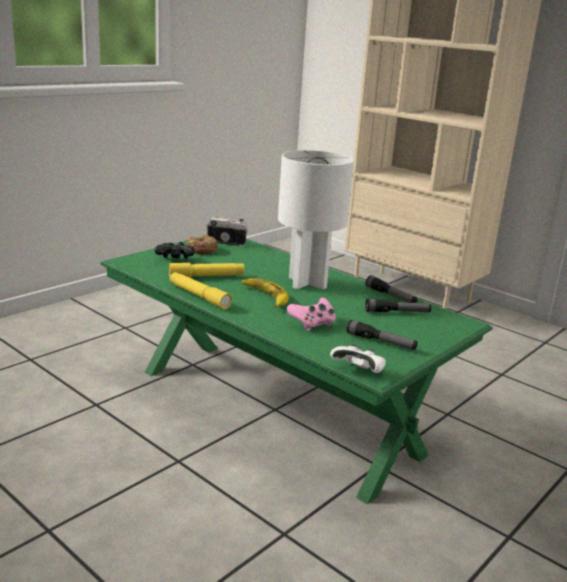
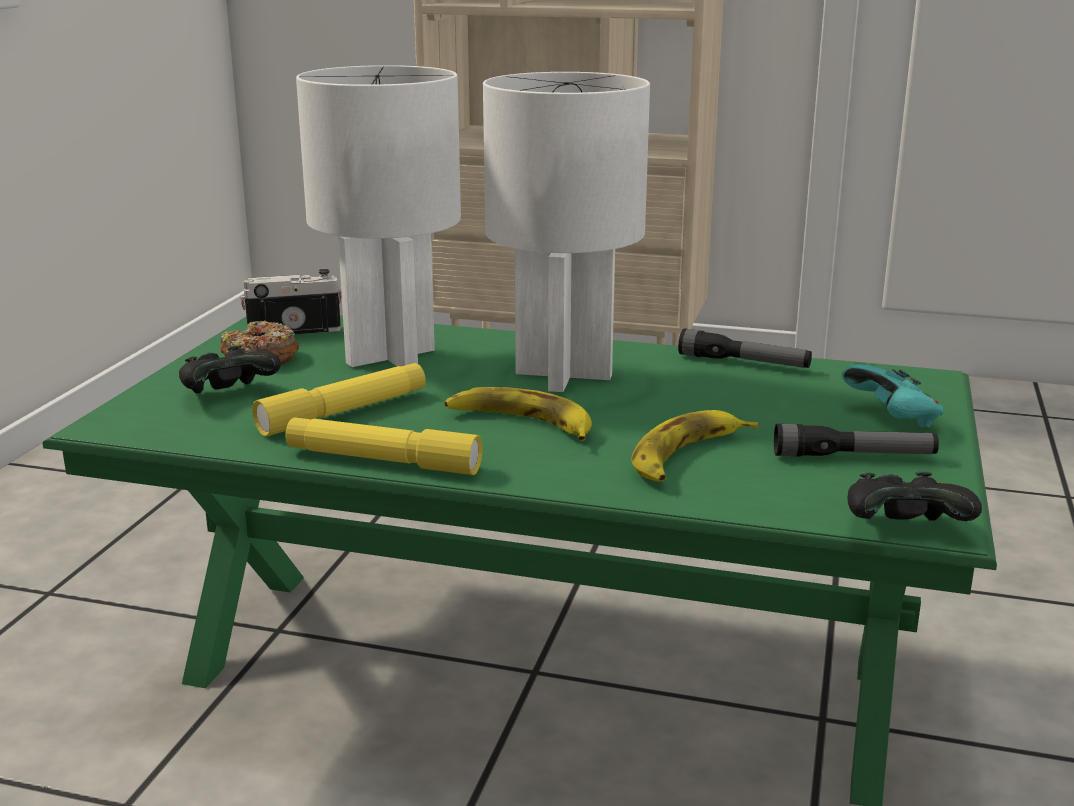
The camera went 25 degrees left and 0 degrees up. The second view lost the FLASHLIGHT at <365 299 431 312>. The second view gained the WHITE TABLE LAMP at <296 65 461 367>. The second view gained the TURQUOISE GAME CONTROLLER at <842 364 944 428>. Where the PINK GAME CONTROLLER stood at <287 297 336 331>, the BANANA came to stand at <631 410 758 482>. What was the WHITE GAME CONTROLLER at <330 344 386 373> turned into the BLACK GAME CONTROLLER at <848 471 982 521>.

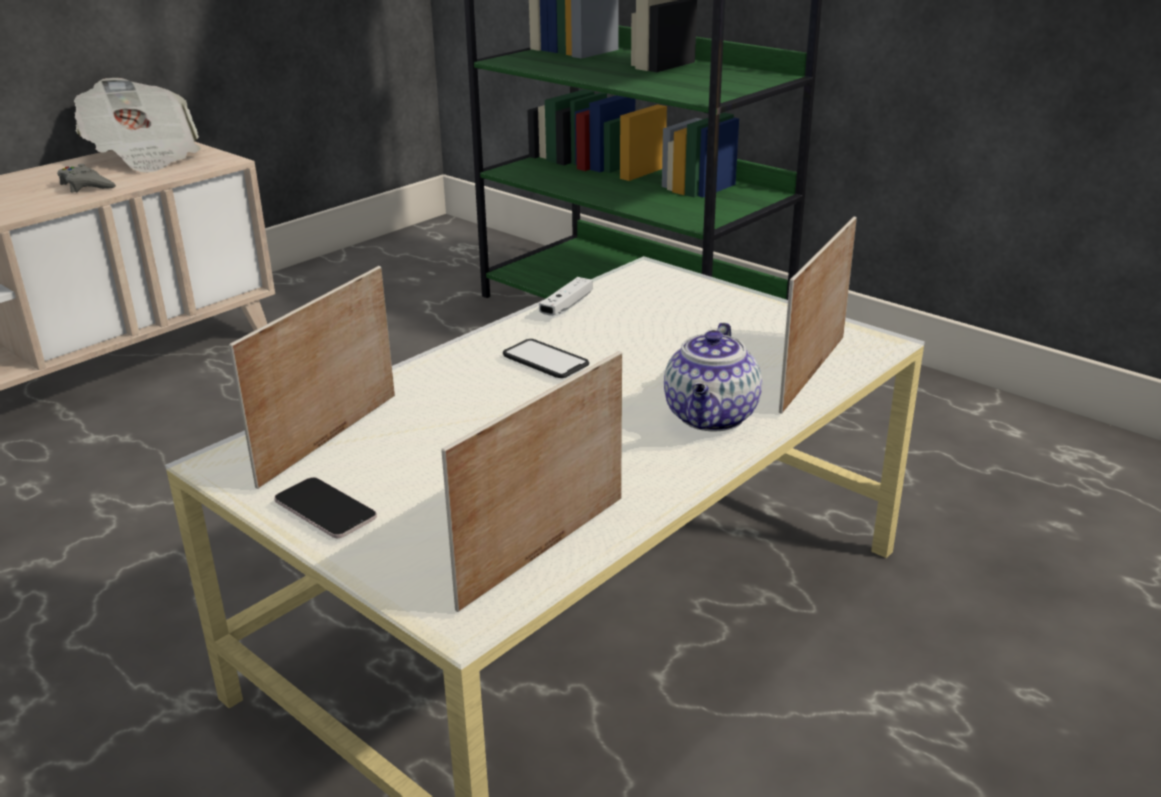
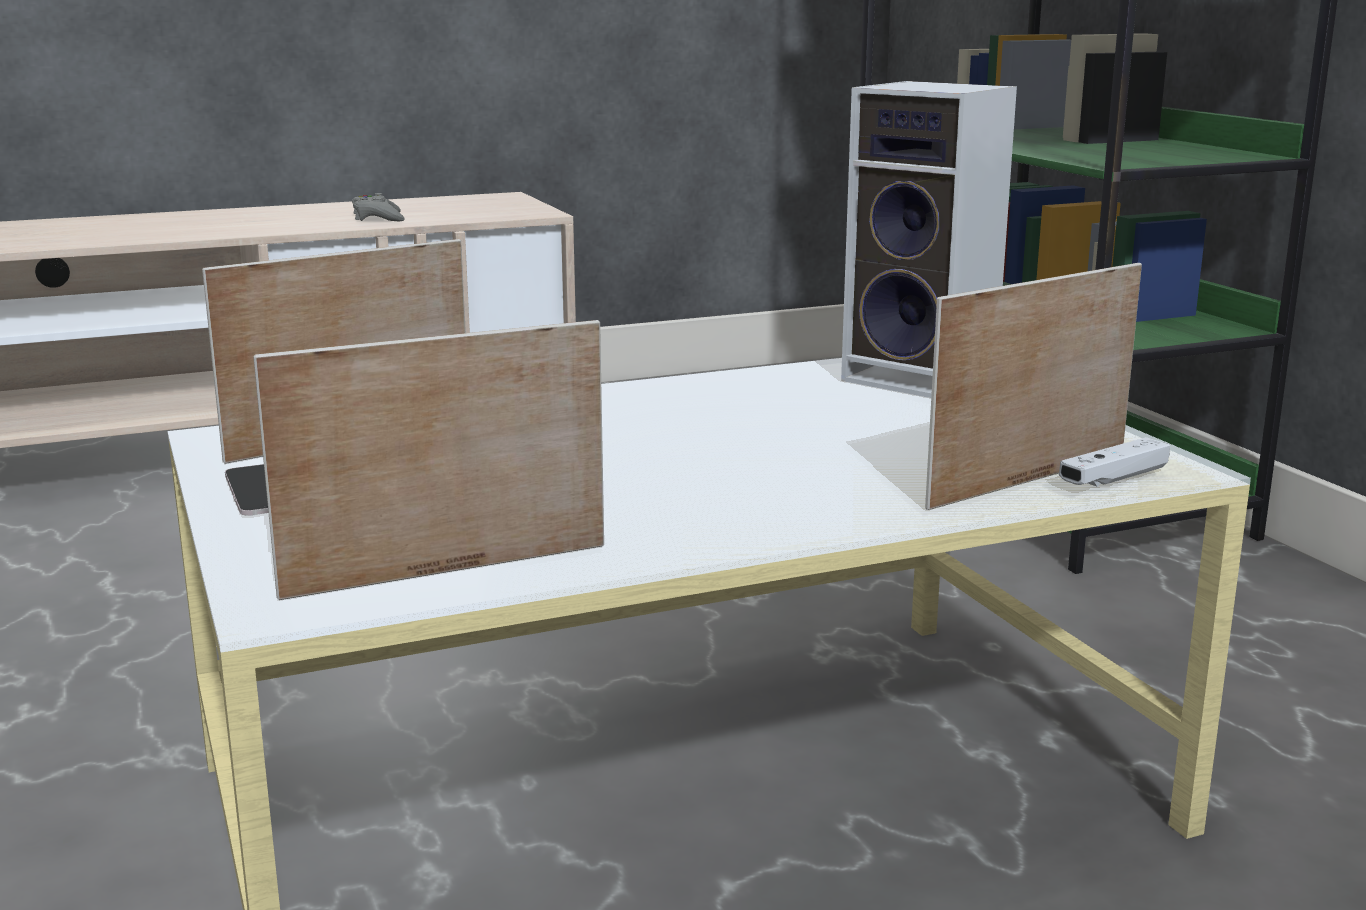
The camera went 25 degrees right and 10 degrees down. The second view lost the NEWSPAPER at <74 78 201 173>. The second view lost the PHONE at <503 339 589 378>. The second view lost the TEAPOT at <664 322 762 431>. The second view gained the SPEAKER at <841 81 1017 398>. The WHITE GAME CONTROLLER ended up elsewhere, having gone from <539 277 593 316> to <1059 437 1170 487>.

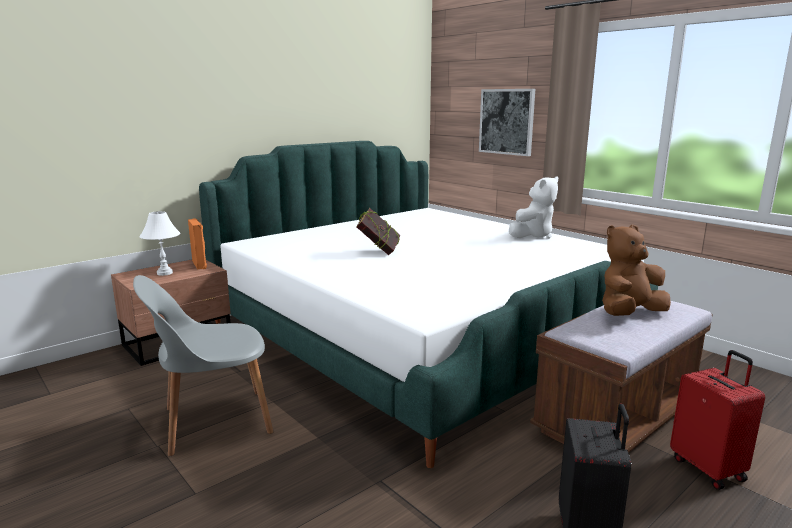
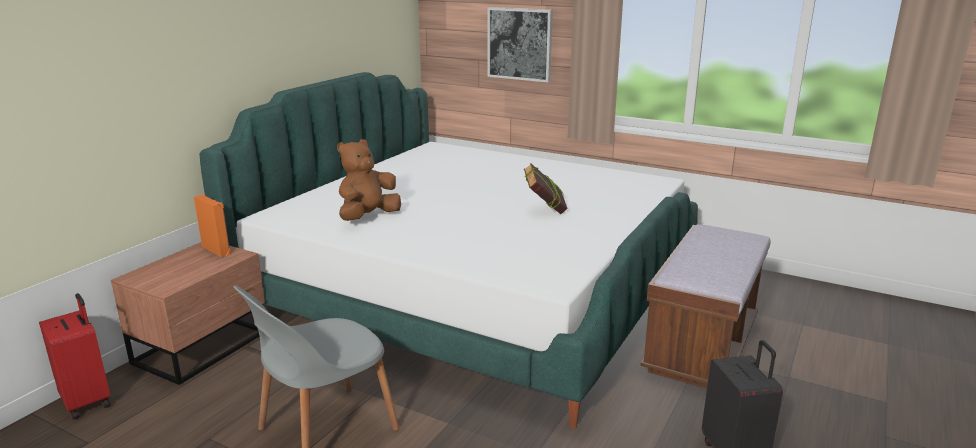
The camera went 20 degrees left and 5 degrees up. The second view lost the WHITE TABLE LAMP at <140 211 180 276>. The second view lost the WHITE PLUSH TOY at <509 176 558 239>. The BOOK ended up elsewhere, having gone from <356 208 401 255> to <524 163 568 214>. The BROWN PLUSH TOY ended up elsewhere, having gone from <602 224 671 316> to <337 139 401 221>. The RED SUITCASE ended up elsewhere, having gone from <670 350 765 490> to <39 293 111 420>.

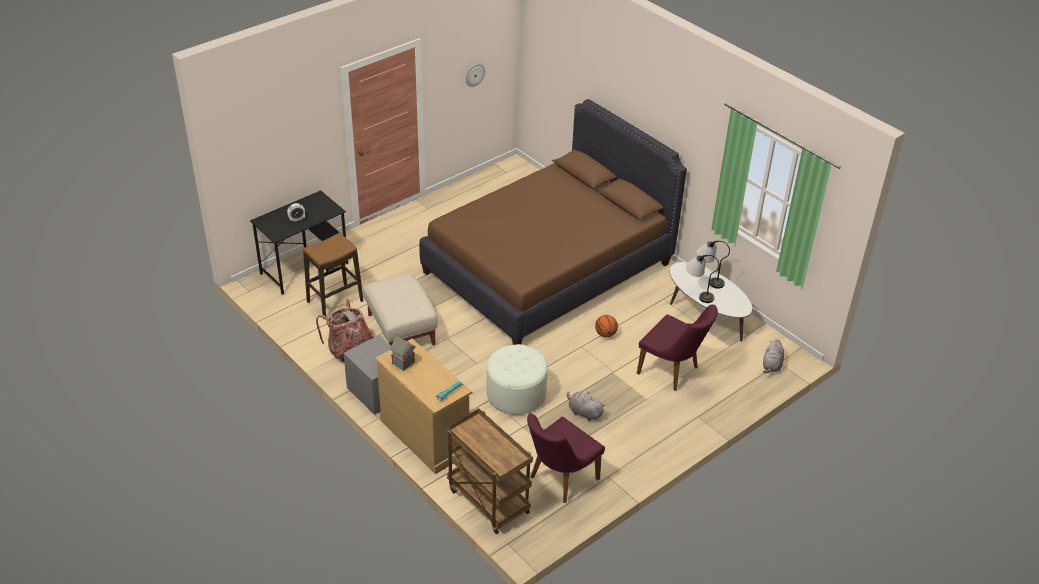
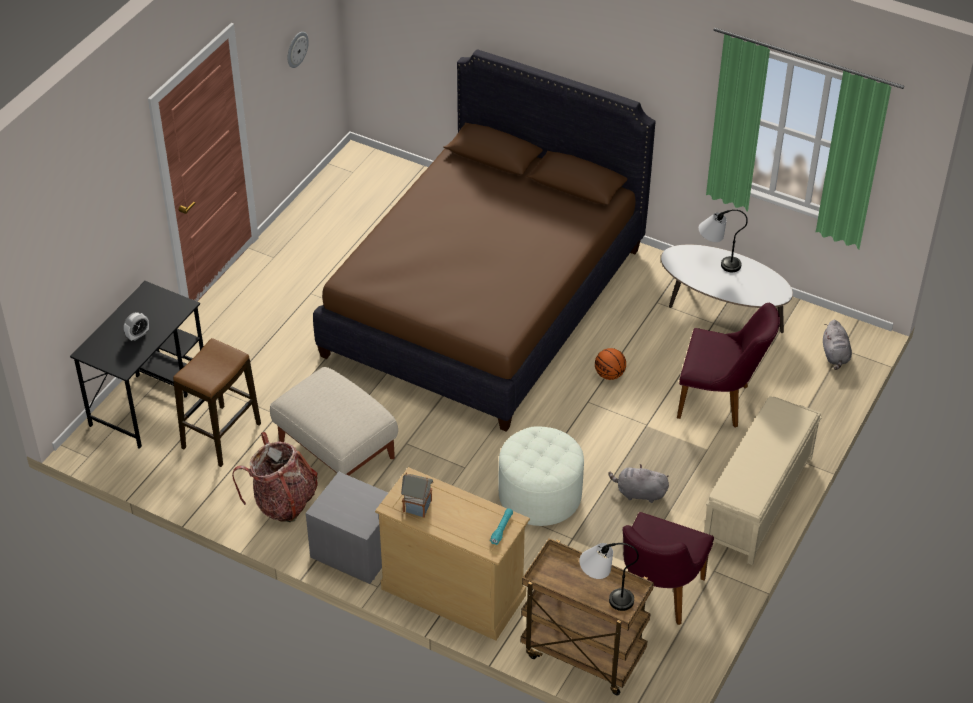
The camera went 20 degrees left and 5 degrees up. The second view gained the BEIGE BENCH at <704 396 822 565>. The TABLE LAMP ended up elsewhere, having gone from <686 255 719 303> to <579 543 639 611>.

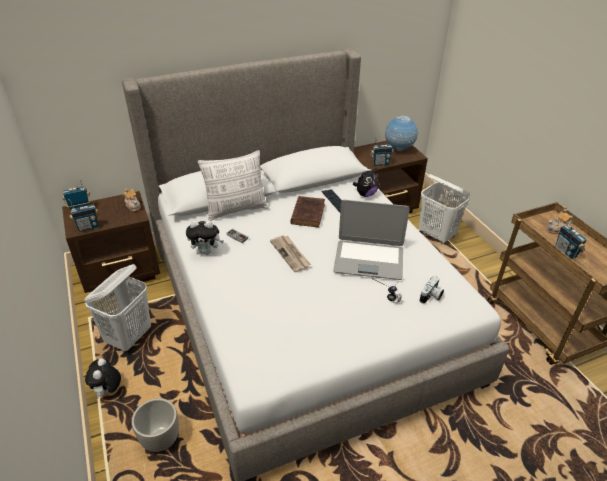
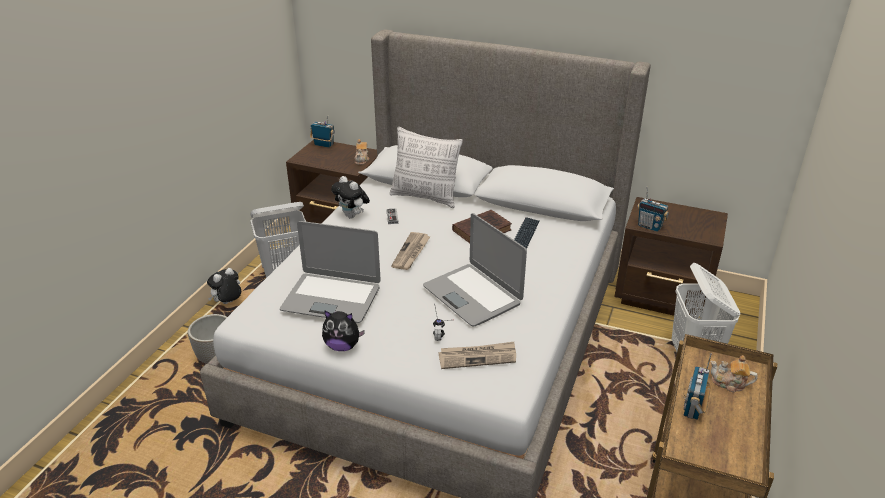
The camera went 45 degrees right and 5 degrees down. The second view lost the RADIO at <68 199 99 232>. The second view lost the GLOBE at <385 116 418 151>. The second view gained the LAPTOP at <280 221 381 323>. The PLUSH TOY ended up elsewhere, having gone from <353 169 379 197> to <322 310 365 351>. Where the PHOTO CAMERA stood at <420 276 444 304>, the NEWSPAPER came to stand at <439 342 516 369>.

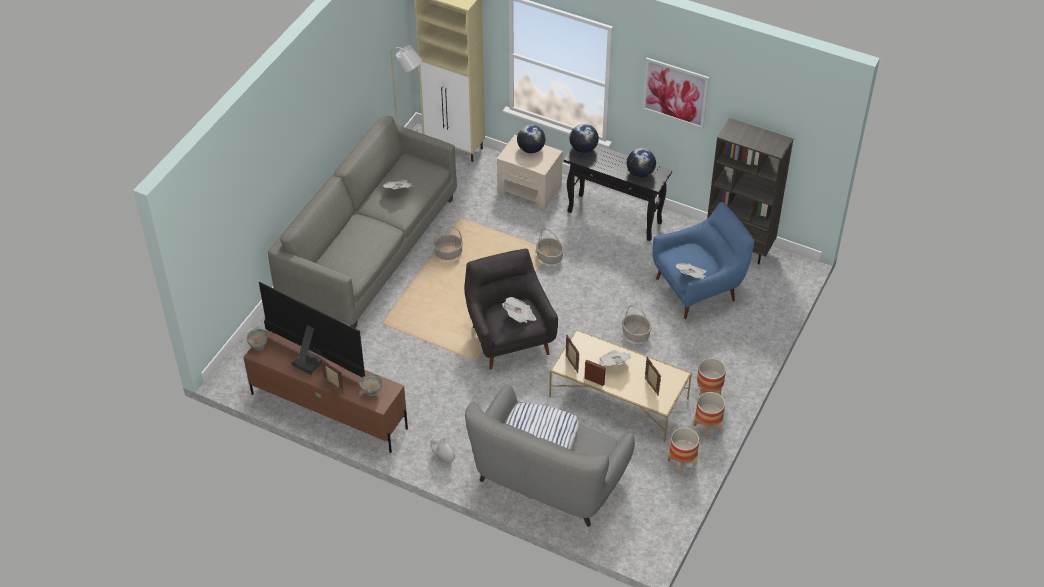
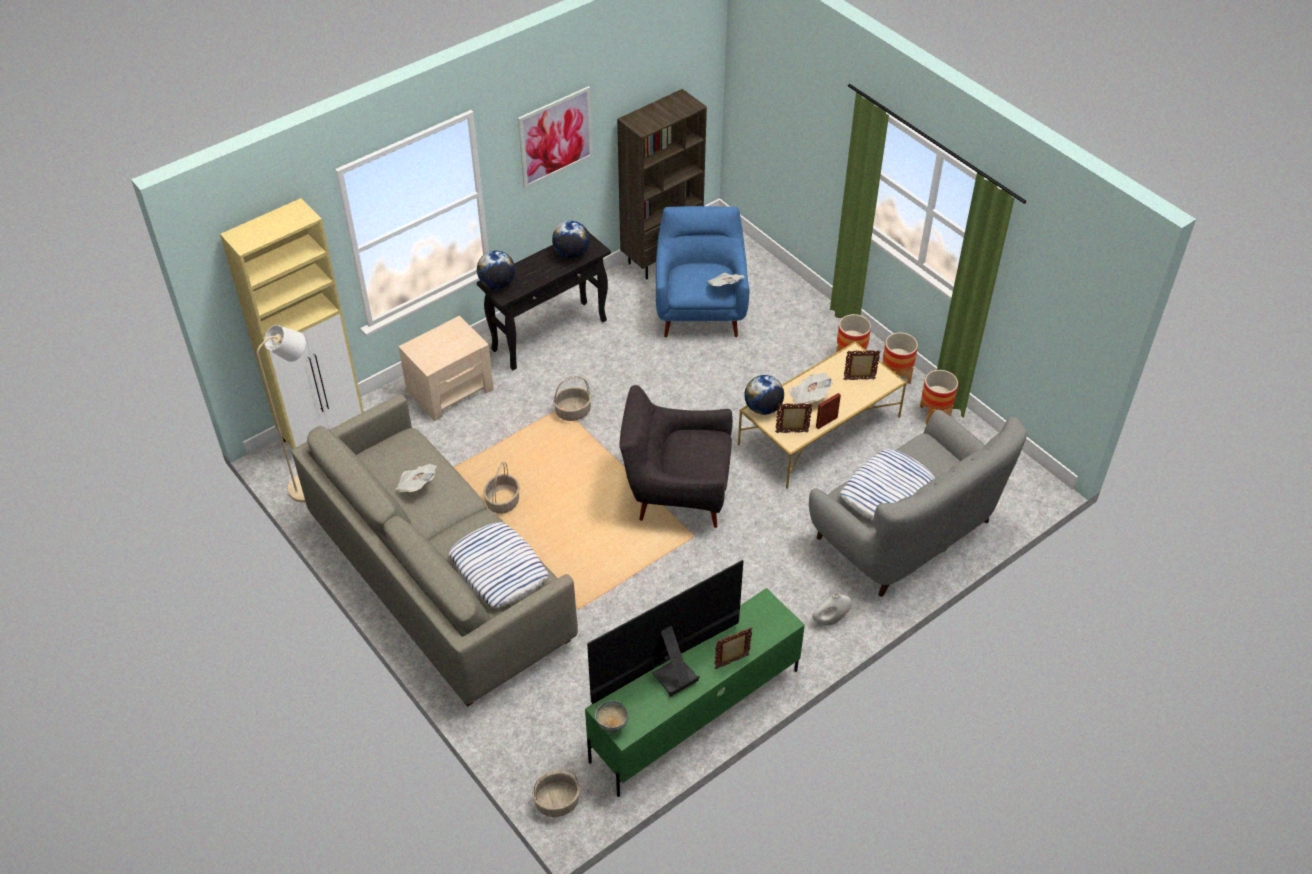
The camera went 65 degrees left and 0 degrees up. The second view lost the GREY BOWL at <360 374 382 396>. The second view lost the NEWSPAPER at <502 297 536 323>. The second view gained the PILLOW at <449 522 548 607>. The GLOBE ended up elsewhere, having gone from <517 125 545 153> to <744 375 784 415>. The BASKET ended up elsewhere, having gone from <622 305 651 343> to <532 769 580 817>. What was the BROWN TV STAND at <243 330 408 453> turned into the GREEN TV STAND at <585 588 805 797>.

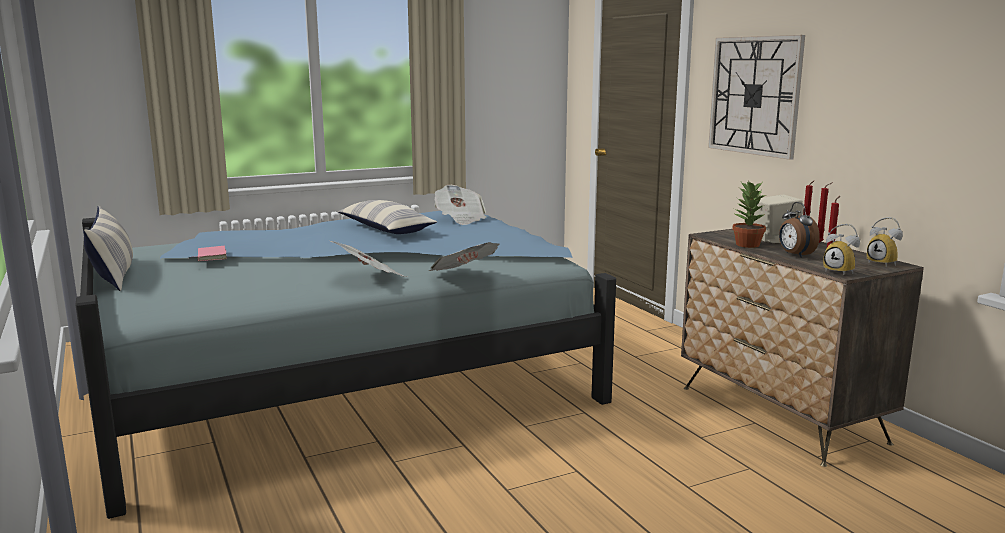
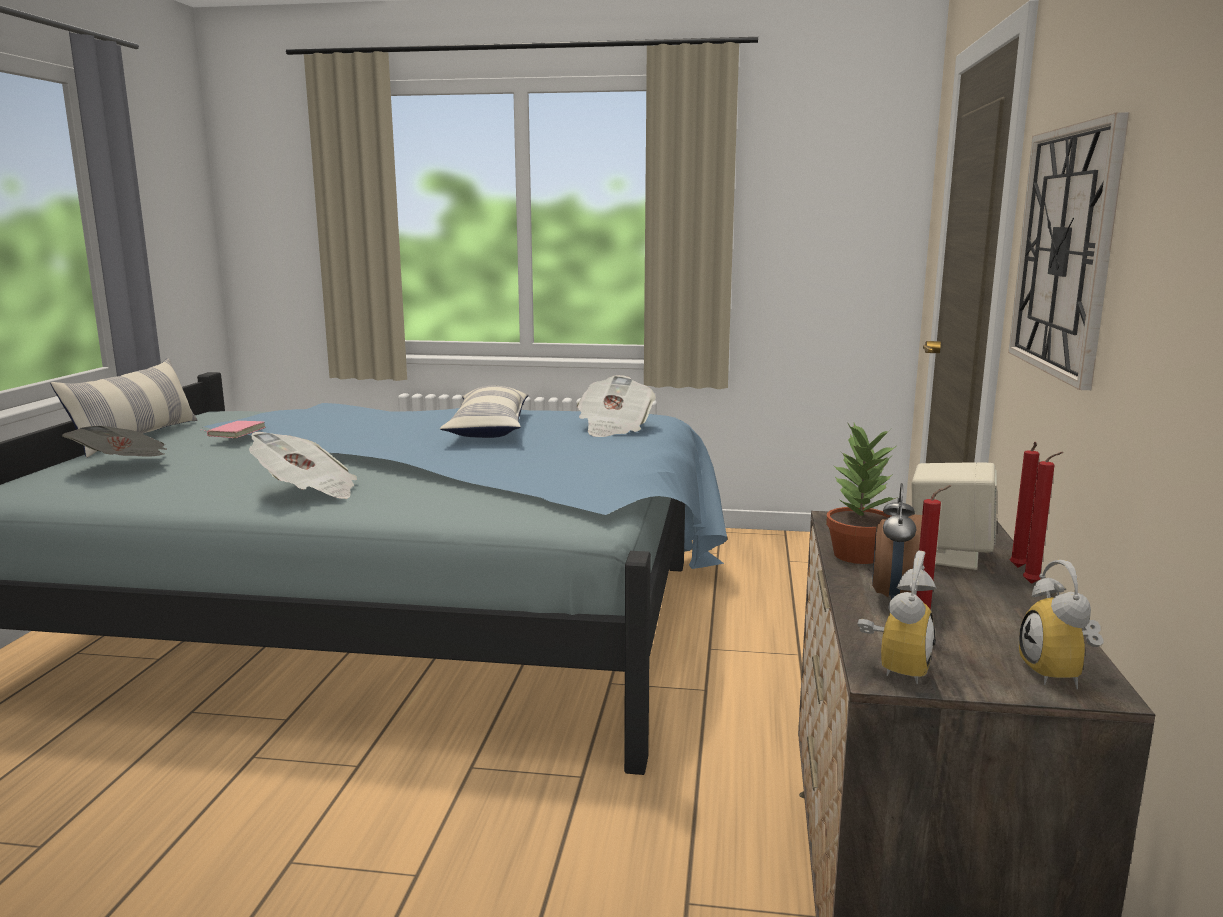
The camera went 35 degrees right and 0 degrees up. The NEWSPAPER ended up elsewhere, having gone from <429 242 500 271> to <62 426 167 457>. The ALARM CLOCK at <823 224 860 275> ended up facing another way, 150 degrees counterclockwise from before.

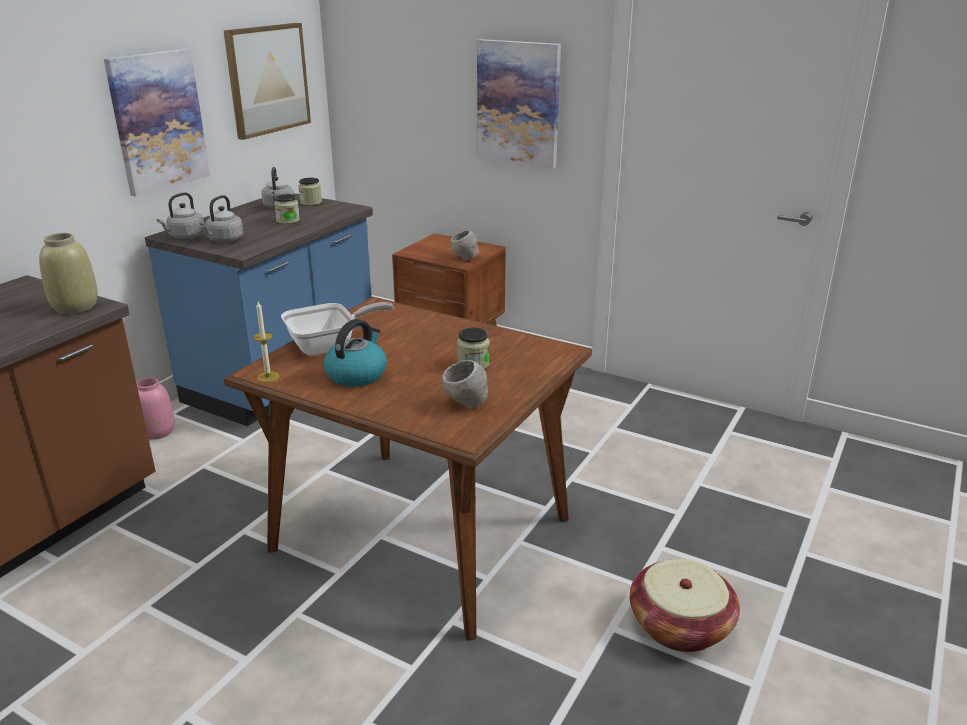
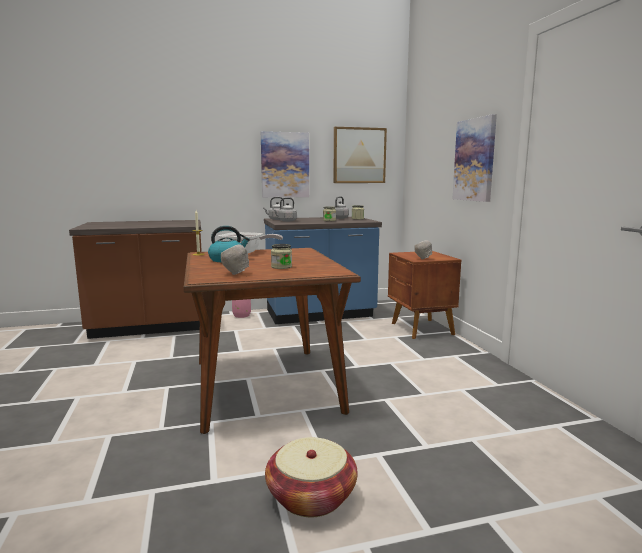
The camera went 45 degrees right and 15 degrees down. The second view lost the BEIGE VASE at <39 233 98 314>.

